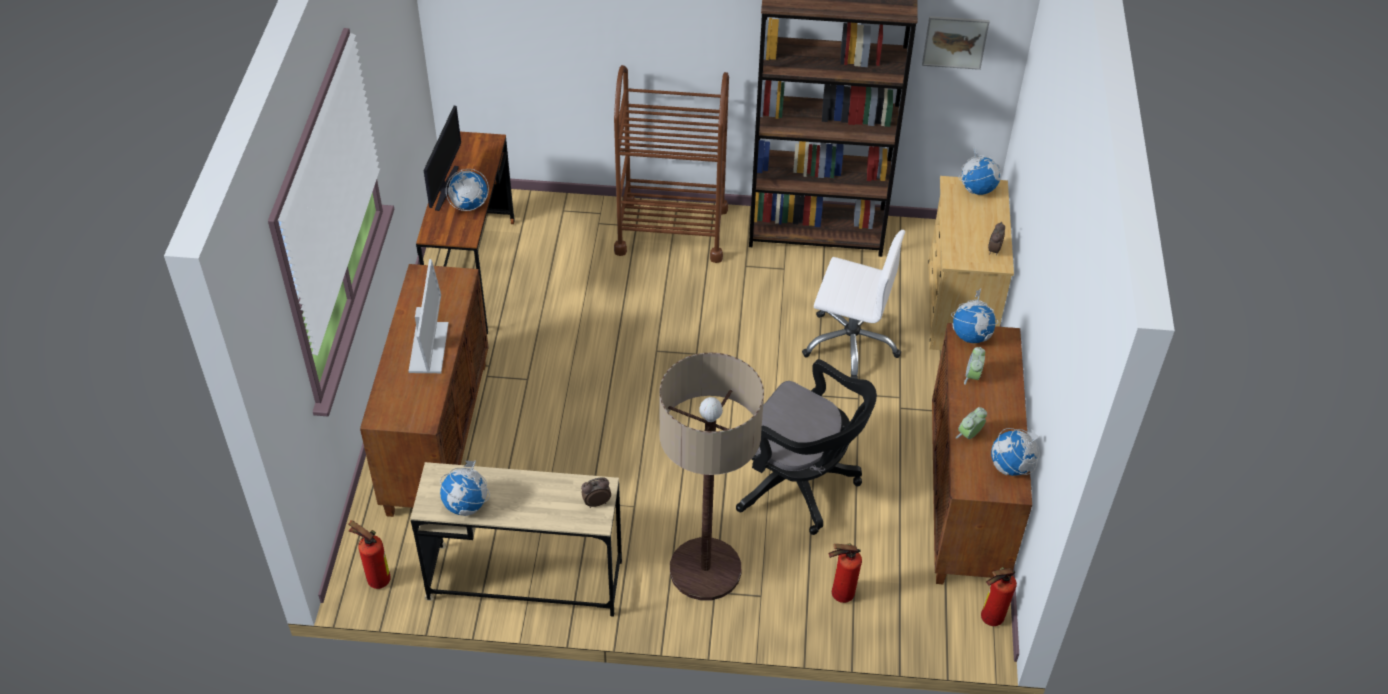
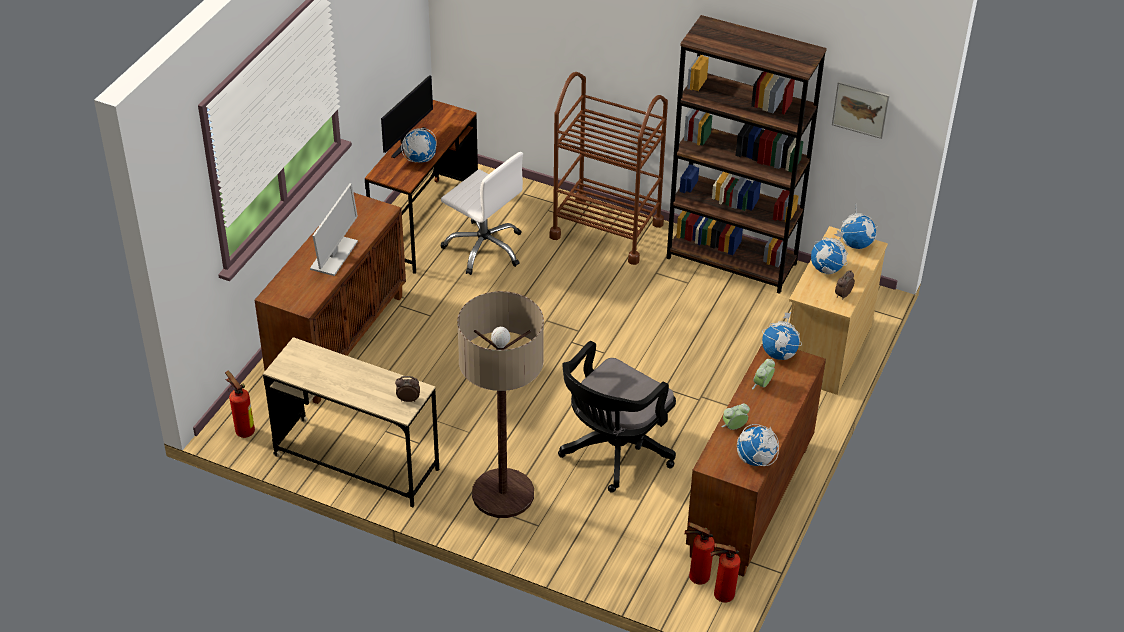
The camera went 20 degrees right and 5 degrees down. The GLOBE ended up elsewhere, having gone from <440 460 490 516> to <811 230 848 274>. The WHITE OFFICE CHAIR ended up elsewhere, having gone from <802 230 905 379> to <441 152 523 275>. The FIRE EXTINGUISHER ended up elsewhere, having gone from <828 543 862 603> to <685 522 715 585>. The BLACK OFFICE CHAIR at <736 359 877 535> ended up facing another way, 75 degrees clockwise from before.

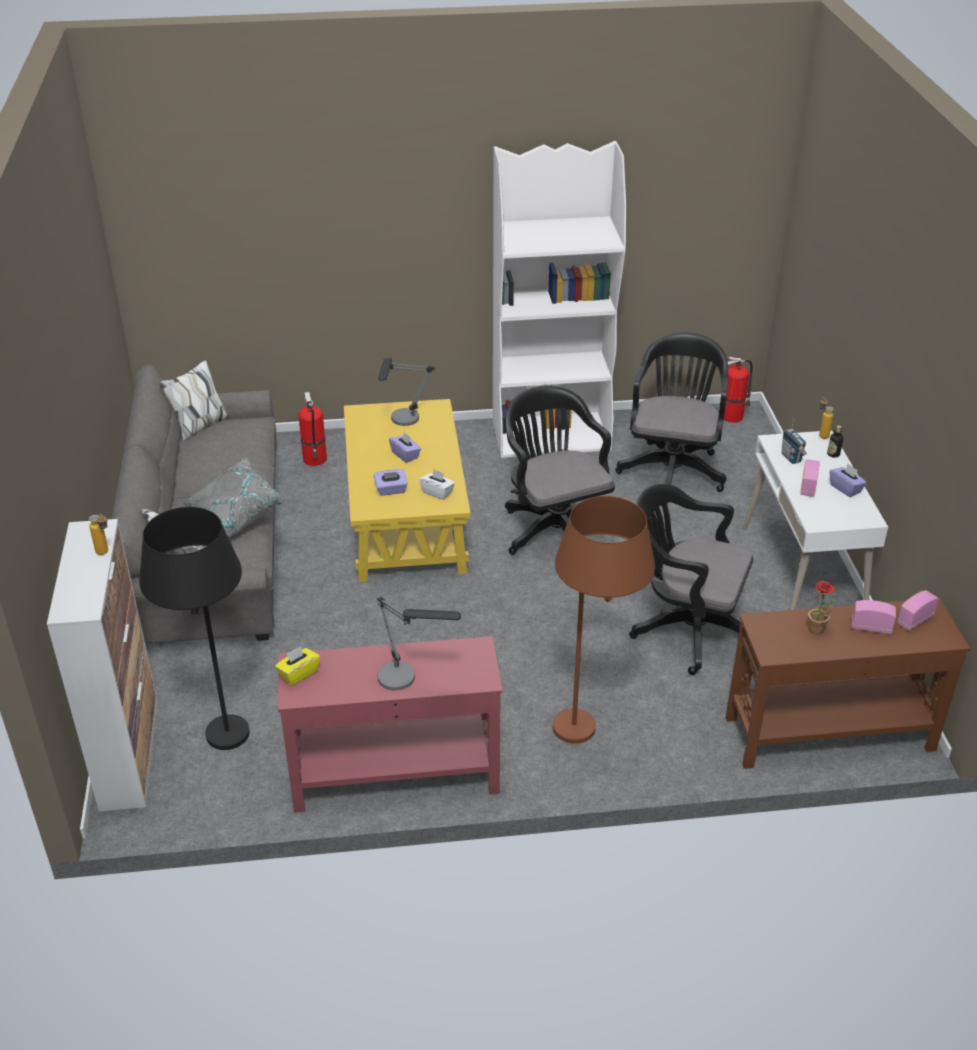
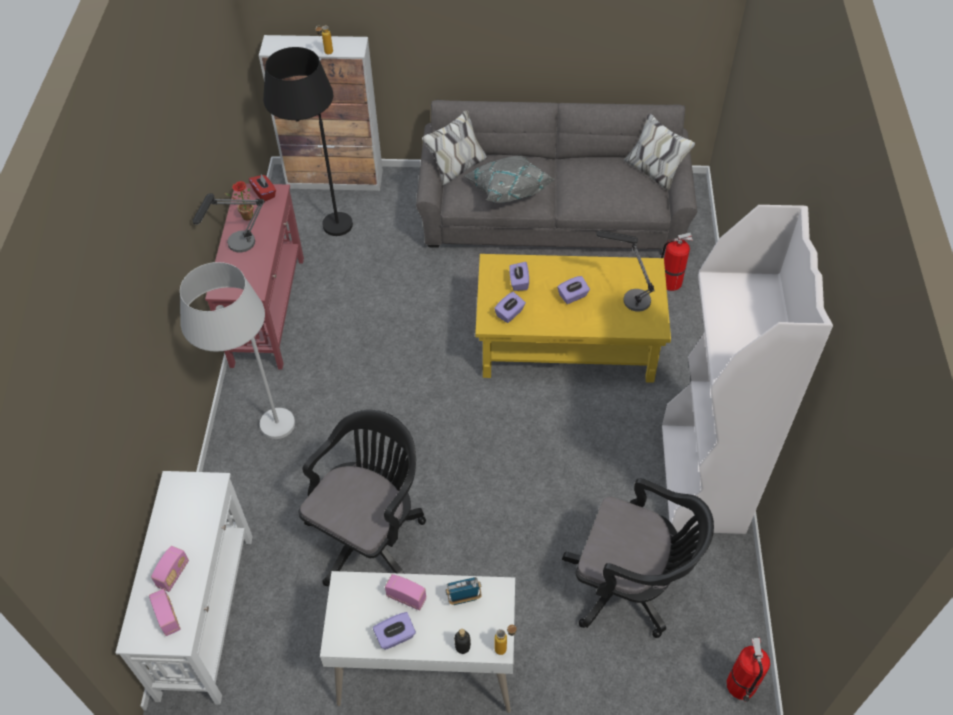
The camera went 100 degrees right and 15 degrees up. The second view lost the BLACK OFFICE CHAIR at <505 385 615 555>. The POTTED PLANT ended up elsewhere, having gone from <808 581 836 634> to <225 181 254 220>. What was the YELLOW TISSUE BOX at <275 646 320 686> turned into the RED TISSUE BOX at <249 174 276 201>. What was the WHITE TISSUE BOX at <419 469 455 500> turned into the PURPLE TISSUE BOX at <494 292 526 323>. What was the BROWN FLOOR LAMP at <553 496 655 744> turned into the WHITE FLOOR LAMP at <180 262 295 439>. What was the BROWN CONSOLE TABLE at <726 598 970 769> turned into the WHITE CONSOLE TABLE at <115 471 253 705>.

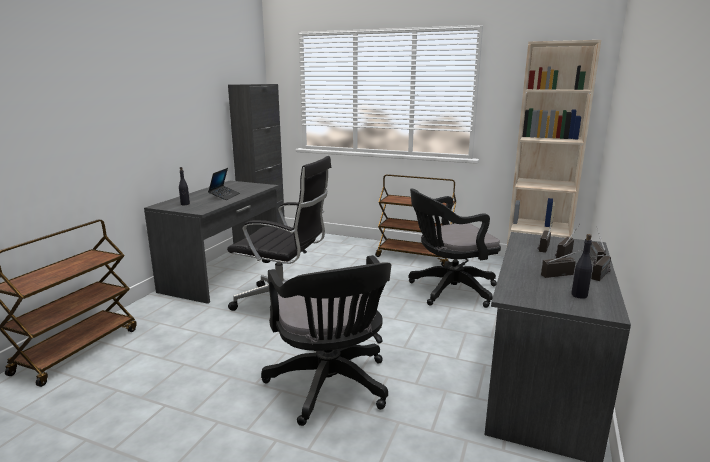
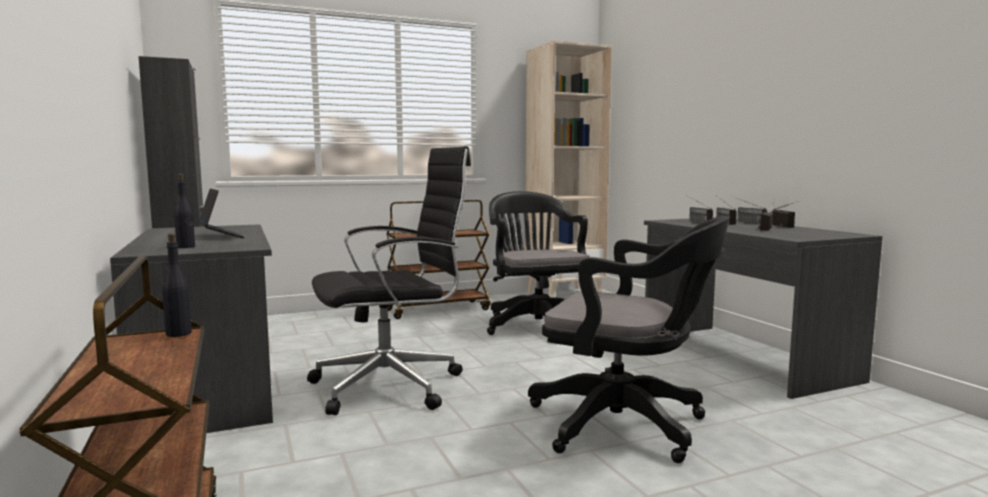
The camera went 45 degrees left and 10 degrees down. The BLACK BOTTLE ended up elsewhere, having gone from <571 234 592 299> to <162 233 192 337>. The BLACK OFFICE CHAIR at <408 188 501 308> ended up facing another way, 135 degrees clockwise from before.

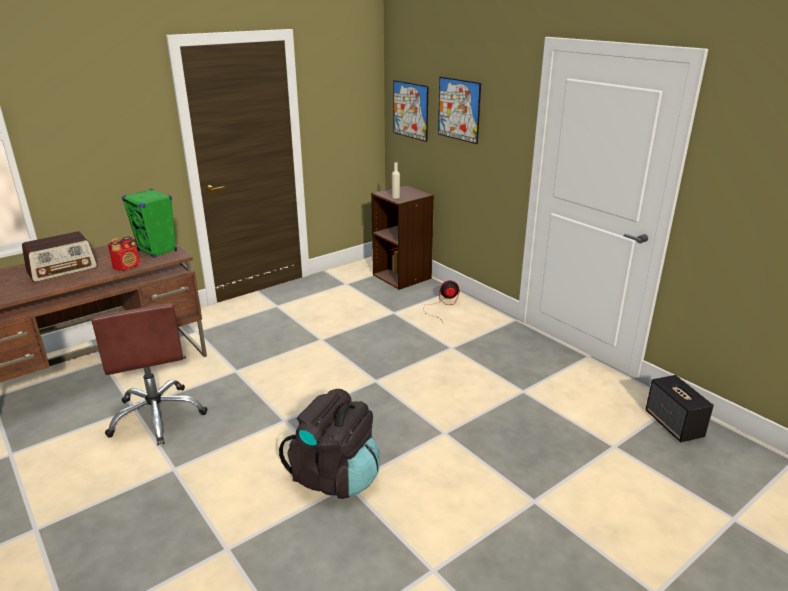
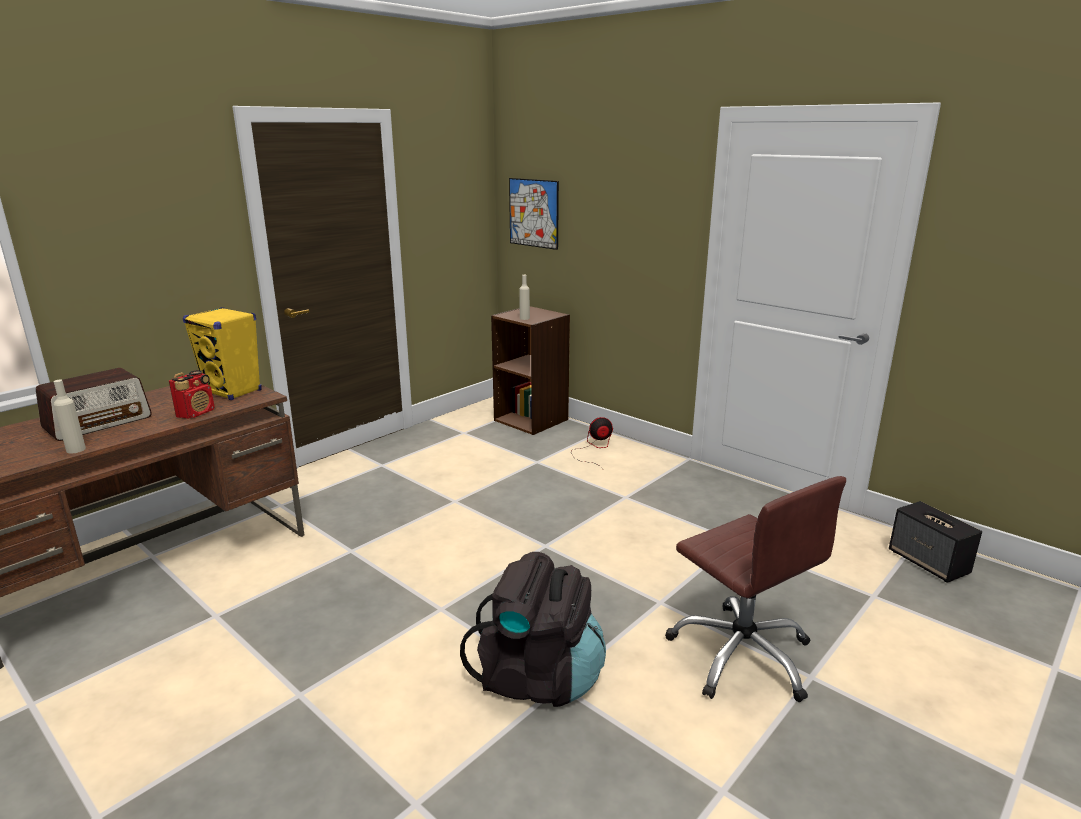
The camera went 10 degrees left and 5 degrees down. The second view lost the PICTURE at <438 77 481 144>. The second view gained the BEIGE BOTTLE at <53 380 86 453>. The BROWN OFFICE CHAIR ended up elsewhere, having gone from <91 304 207 445> to <665 476 846 702>. What was the GREEN SPEAKER at <122 189 177 258> turned into the YELLOW SPEAKER at <183 307 262 400>.

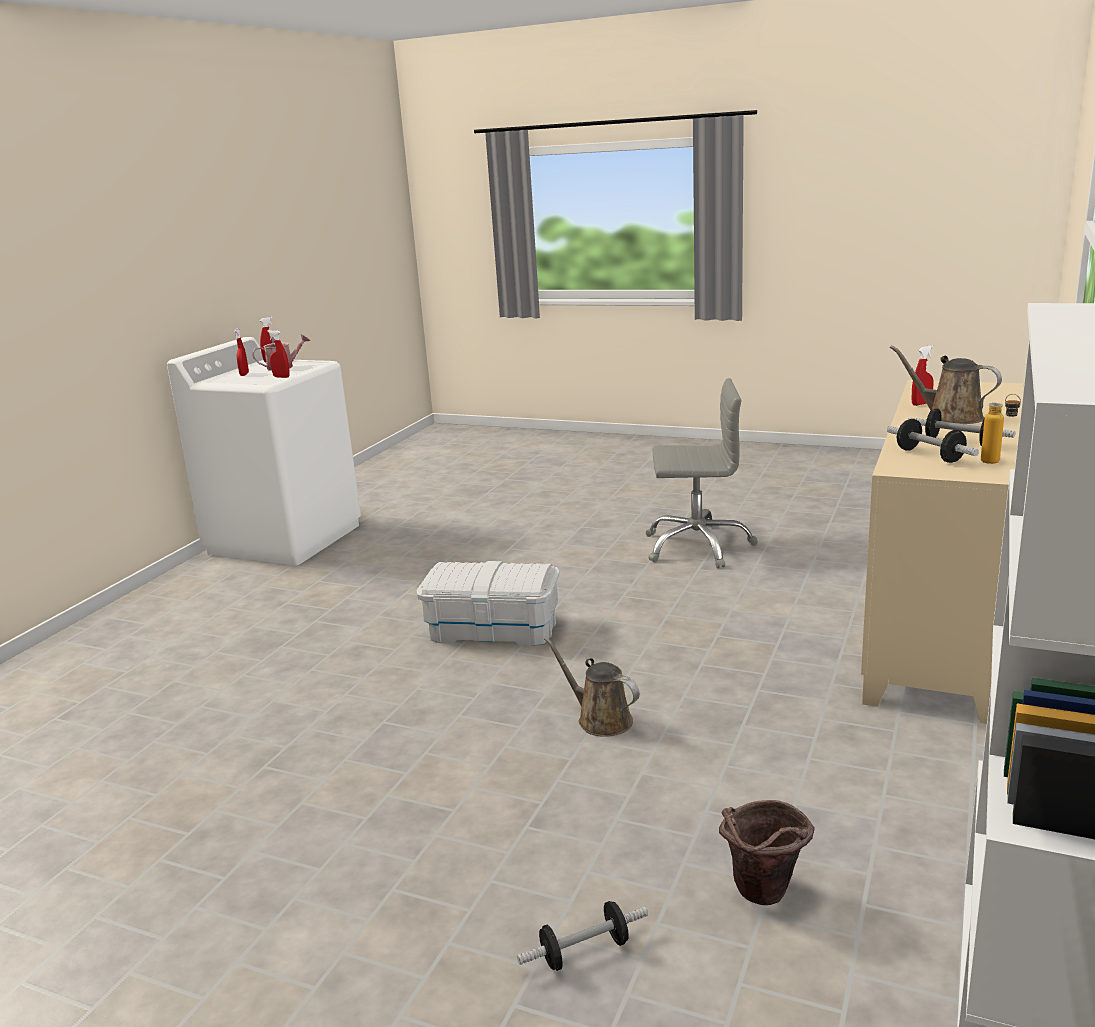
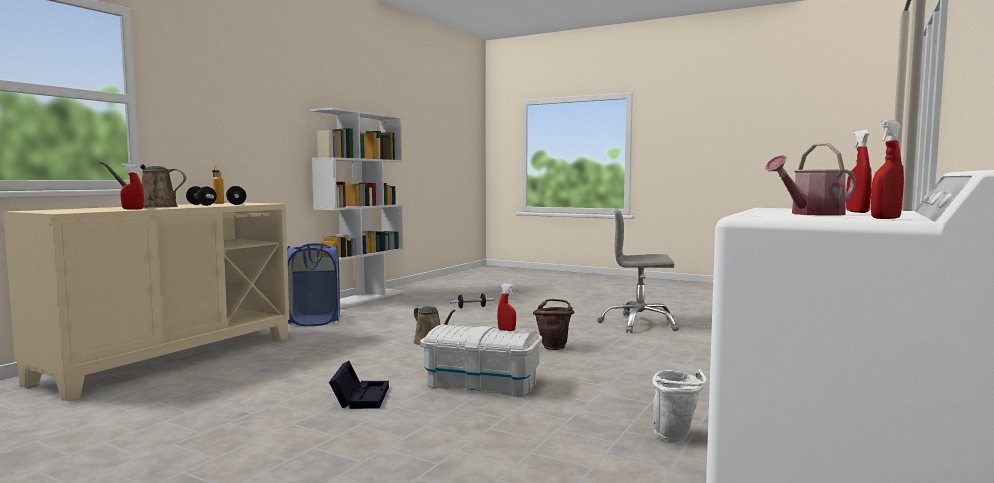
The camera went 175 degrees left and 15 degrees down. The second view gained the BLUE LAUNDRY BASKET at <287 243 340 326>. The second view gained the BLACK STORAGE BOX at <329 361 389 409>. The second view gained the WHITE BUCKET at <652 369 707 442>. The RED SPRAY BOTTLE ended up elsewhere, having gone from <267 330 290 378> to <497 284 516 331>. The GREY OFFICE CHAIR ended up elsewhere, having gone from <645 378 758 568> to <597 209 679 333>. The BROWN BUCKET ended up elsewhere, having gone from <719 800 815 905> to <533 299 575 350>. The BROWN WATERING CAN at <890 345 1002 424> ended up facing another way, 120 degrees clockwise from before.

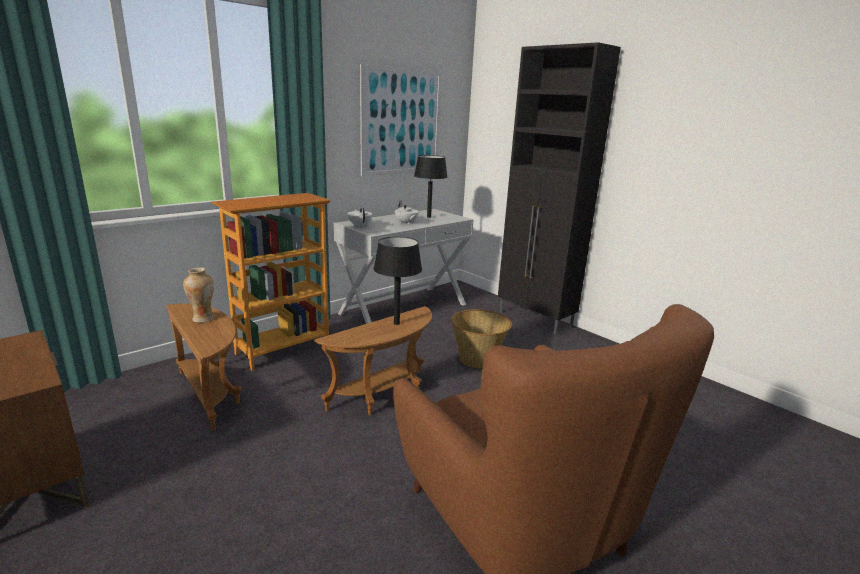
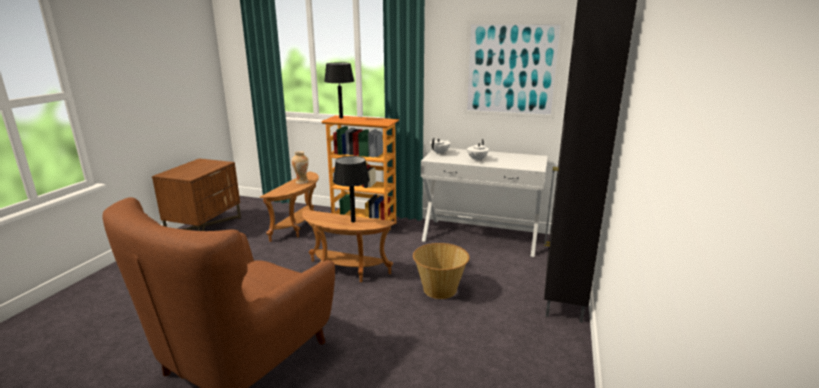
The camera went 60 degrees right and 0 degrees up. The BLACK TABLE LAMP ended up elsewhere, having gone from <414 155 447 218> to <324 62 354 118>.

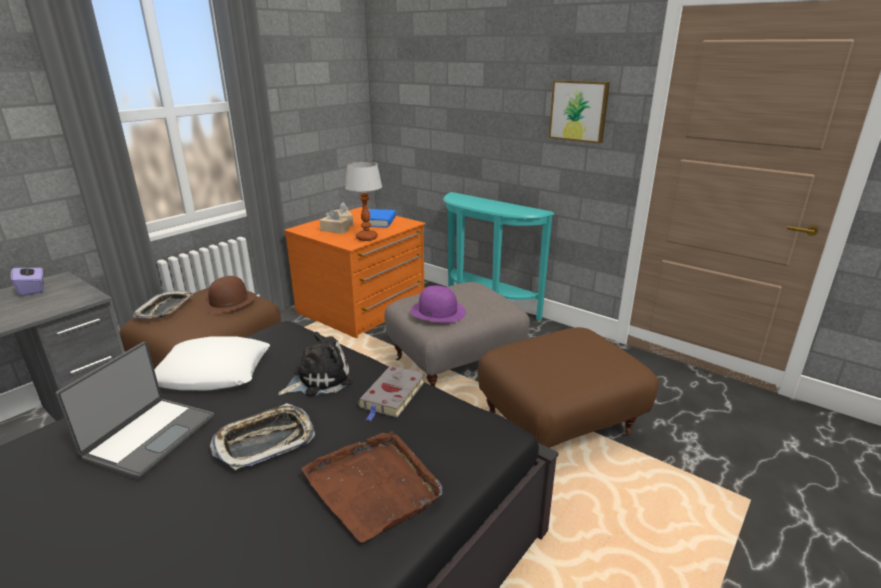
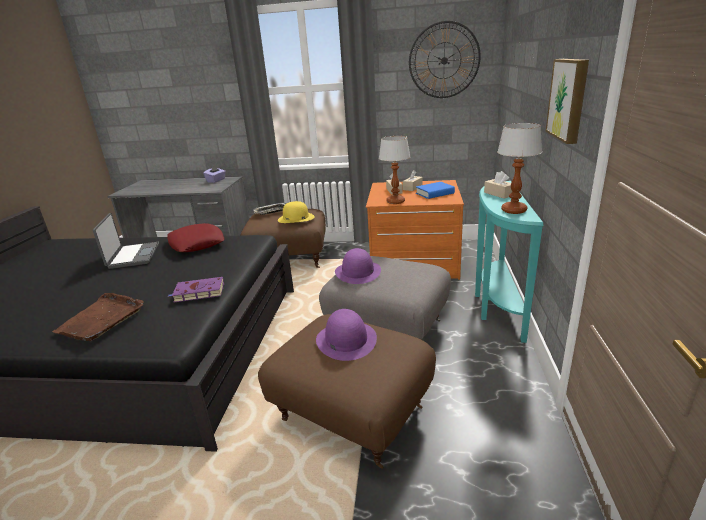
The camera went 60 degrees right and 0 degrees up. The second view lost the TRAY at <210 403 315 470>. The second view lost the PLUSH TOY at <278 332 353 397>. The second view gained the PURPLE HAT at <316 309 377 361>. The second view gained the WALL CLOCK at <409 21 481 98>. The second view gained the BEIGE TISSUE BOX at <484 171 513 198>. The second view gained the TABLE LAMP at <497 123 542 214>. What was the WHITE PILLOW at <154 336 270 391> turned into the RED PILLOW at <167 223 225 252>. What was the BROWN HAT at <201 276 256 314> turned into the YELLOW HAT at <278 201 314 223>. What was the GREY BOOK at <358 366 425 421> turned into the PURPLE BOOK at <168 277 224 302>. The LAPTOP at <55 342 214 480> ended up facing another way, 90 degrees counterclockwise from before.

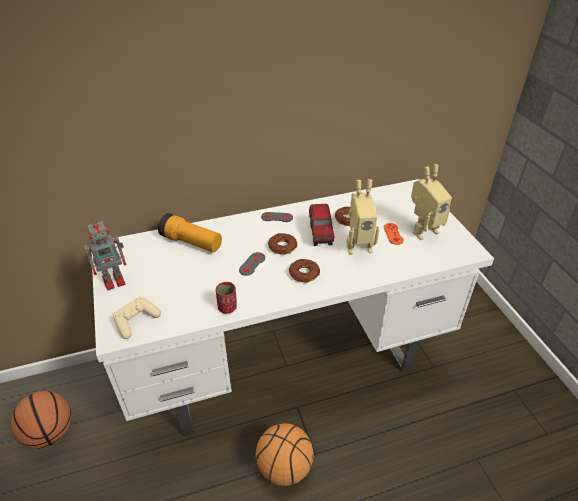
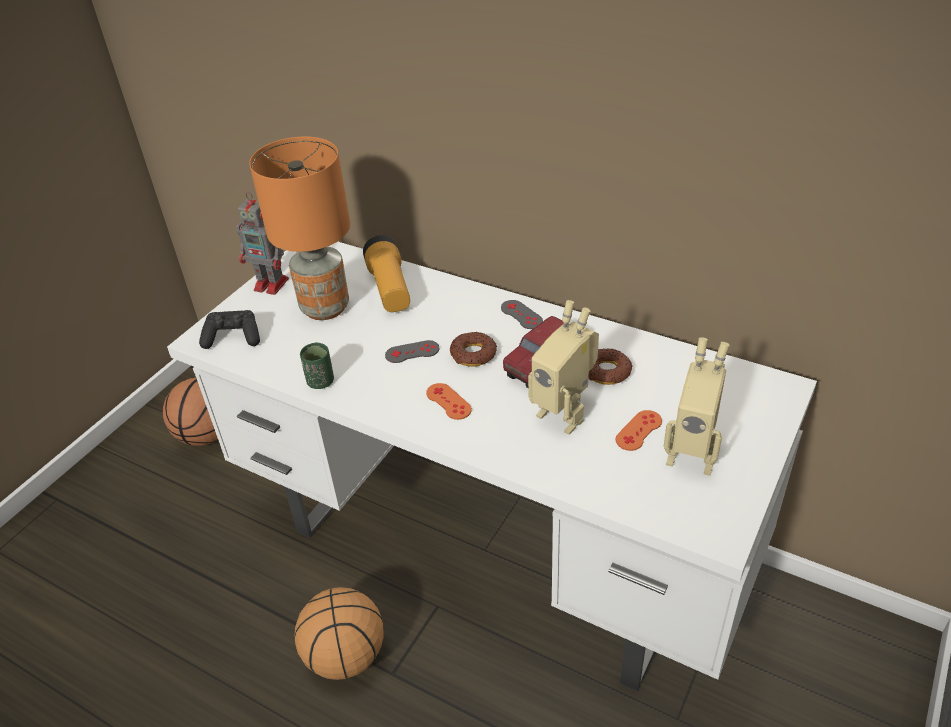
The camera went 50 degrees right and 0 degrees up. The second view gained the ORANGE TABLE LAMP at <249 137 350 320>. Where the DONUT stood at <289 259 320 283>, the ORANGE GAME CONTROLLER came to stand at <426 383 472 420>. What was the BEIGE GAME CONTROLLER at <113 296 161 339> turned into the BLACK GAME CONTROLLER at <199 310 260 349>. What was the RED CUP at <216 282 237 314> turned into the GREEN CUP at <300 342 334 389>.

